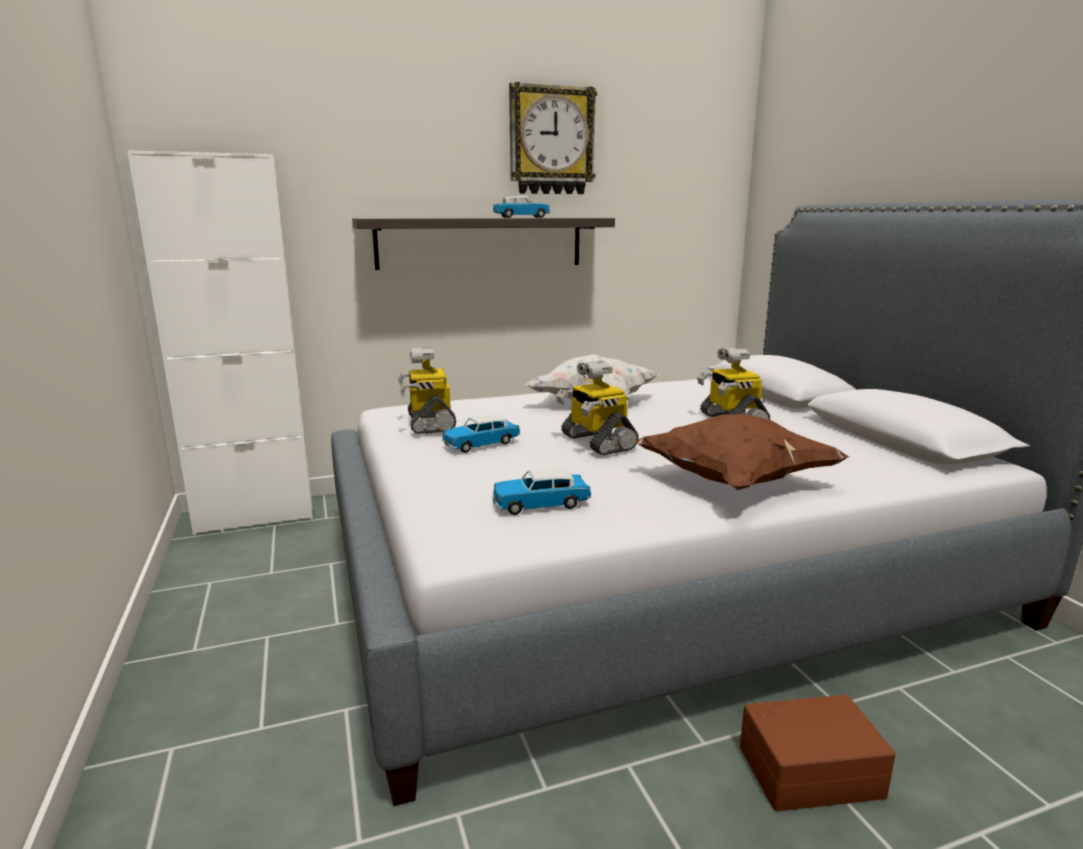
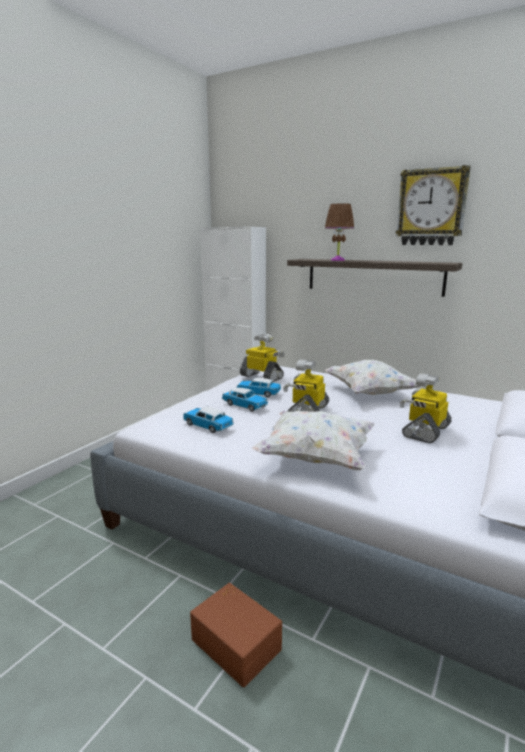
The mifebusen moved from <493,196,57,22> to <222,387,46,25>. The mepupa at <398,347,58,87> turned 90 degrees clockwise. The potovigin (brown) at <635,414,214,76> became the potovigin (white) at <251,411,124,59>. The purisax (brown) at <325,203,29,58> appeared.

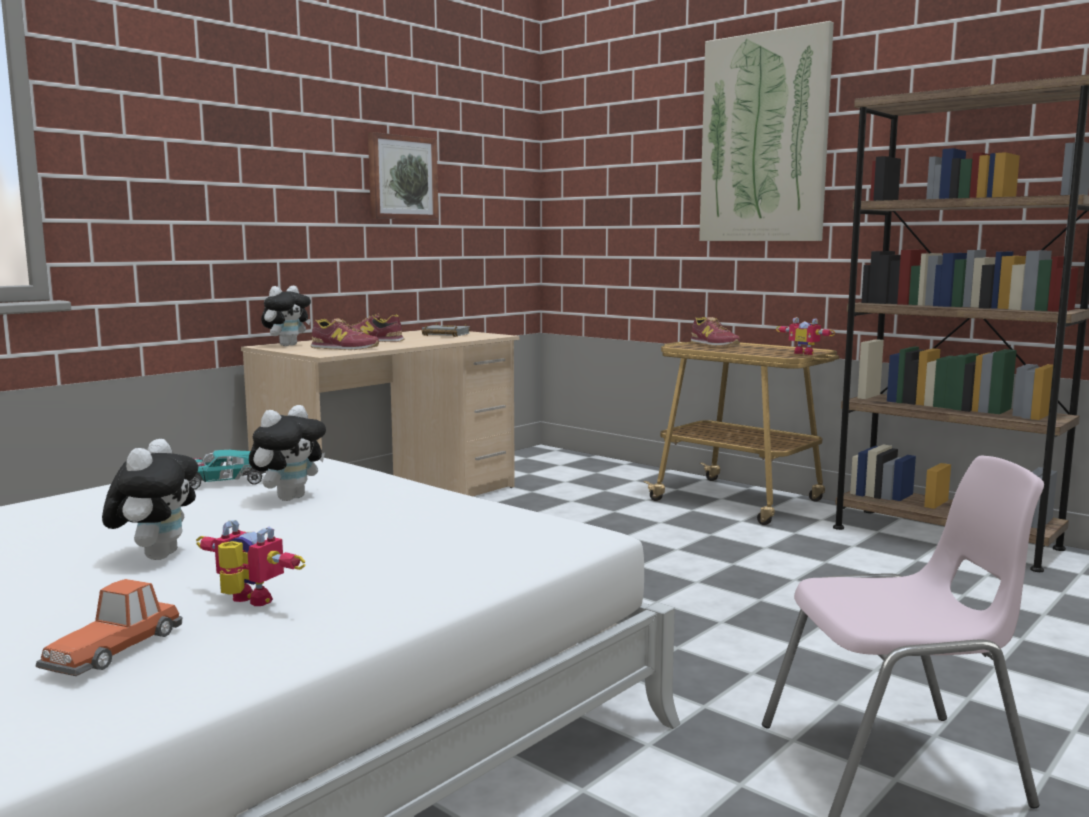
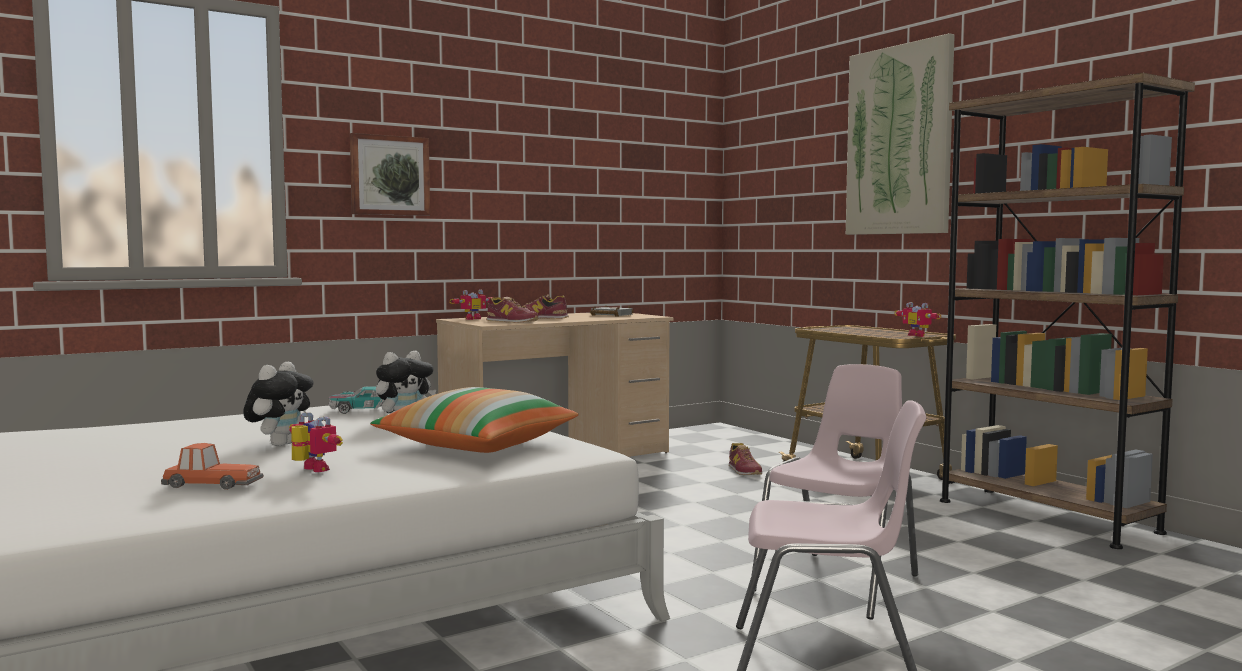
The mifebusen at <36,579,146,97> turned 120 degrees counterclockwise. The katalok moved from <368,132,70,88> to <350,133,80,83>. The potovigin at <371,387,207,66> appeared. The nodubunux at <261,285,50,61> was replaced by the mepupa at <449,289,46,31>. The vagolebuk moved from <691,317,49,29> to <729,443,33,32>. The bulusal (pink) at <752,364,166,256> appeared.

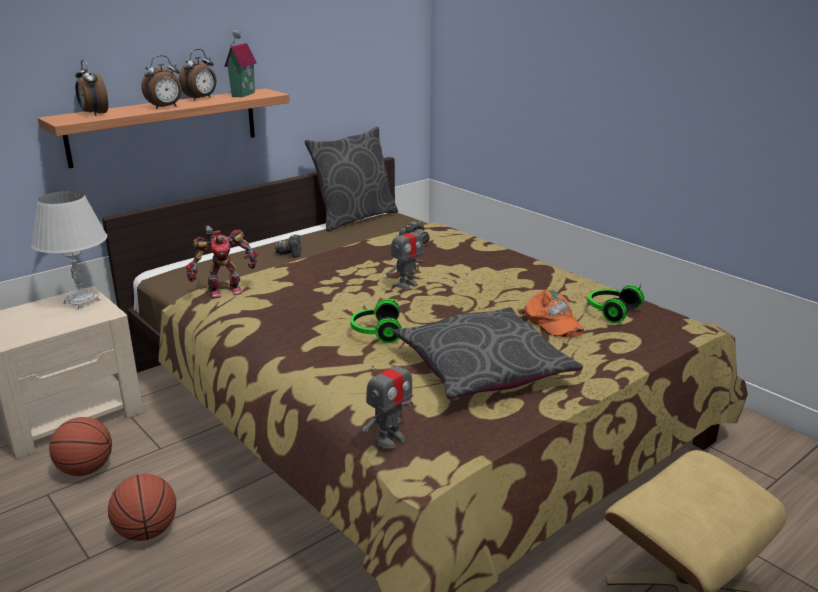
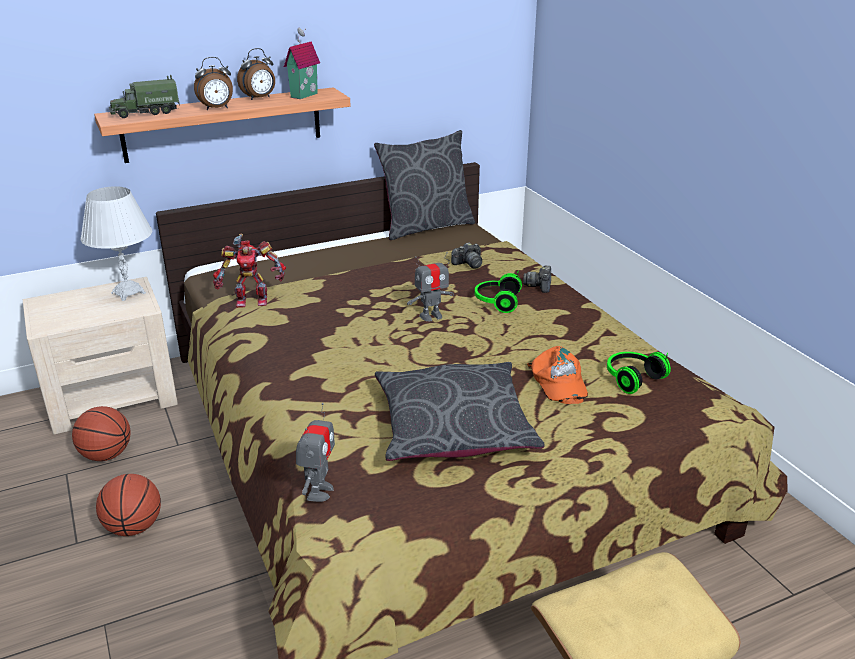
The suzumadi at <75,60,33,56> was replaced by the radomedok at <109,75,71,43>. The mepupa at <362,350,51,98> turned 45 degrees counterclockwise. The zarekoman moved from <350,295,52,48> to <475,272,47,41>. The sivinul moved from <275,235,27,23> to <523,266,28,27>.

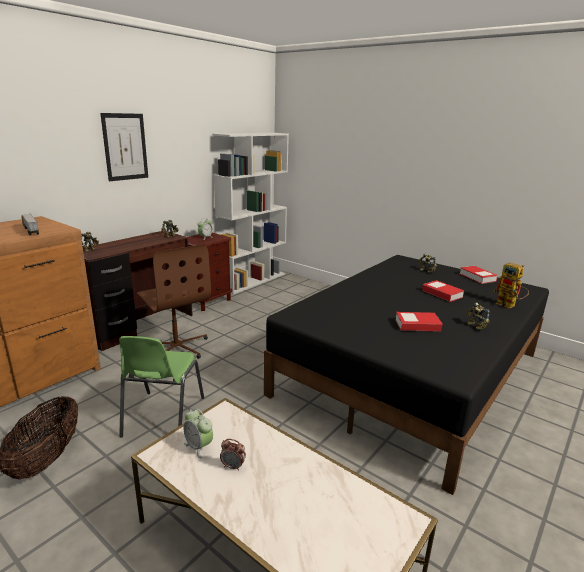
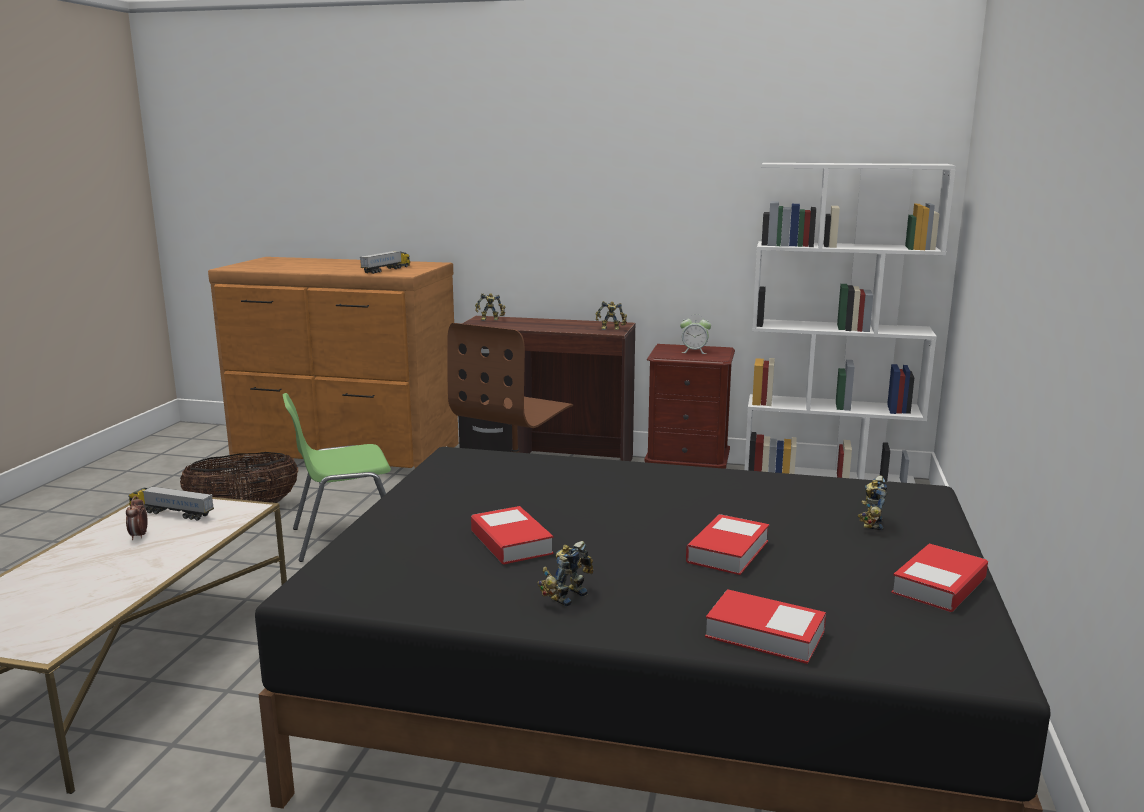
The suzumadi at <184,409,29,50> was replaced by the radomedok at <128,486,86,35>. The mepupa at <494,263,35,46> was replaced by the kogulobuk at <705,589,121,75>. The katalok at <100,113,48,68> disappeared.

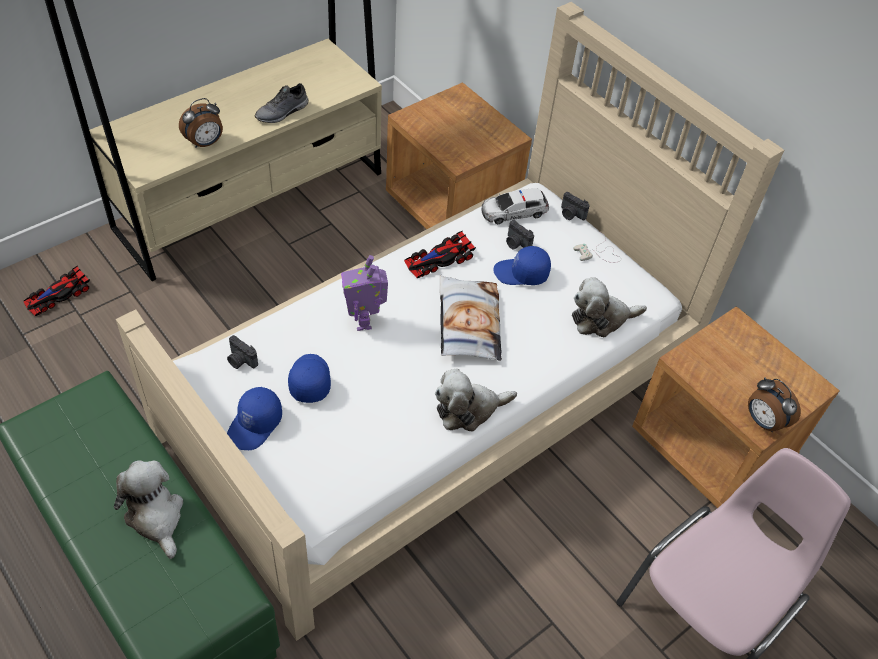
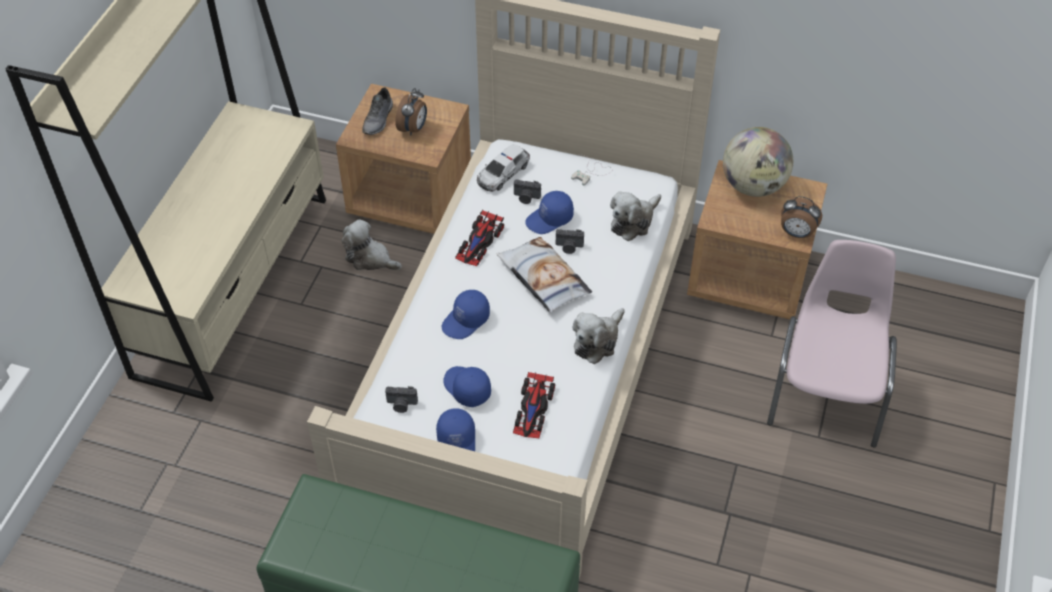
The nodubunux moved from <114,460,69,99> to <341,219,61,51>. The vagolebuk (grey) moved from <255,83,54,40> to <362,87,31,48>. The suzumadi moved from <179,98,44,50> to <395,88,32,48>. The mepupa at <341,255,47,76> was replaced by the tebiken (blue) at <441,290,49,49>. The mifebusen moved from <24,266,66,50> to <513,371,42,67>. The sivinul moved from <561,192,29,28> to <556,229,28,25>. The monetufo at <723,127,70,70> appeared.

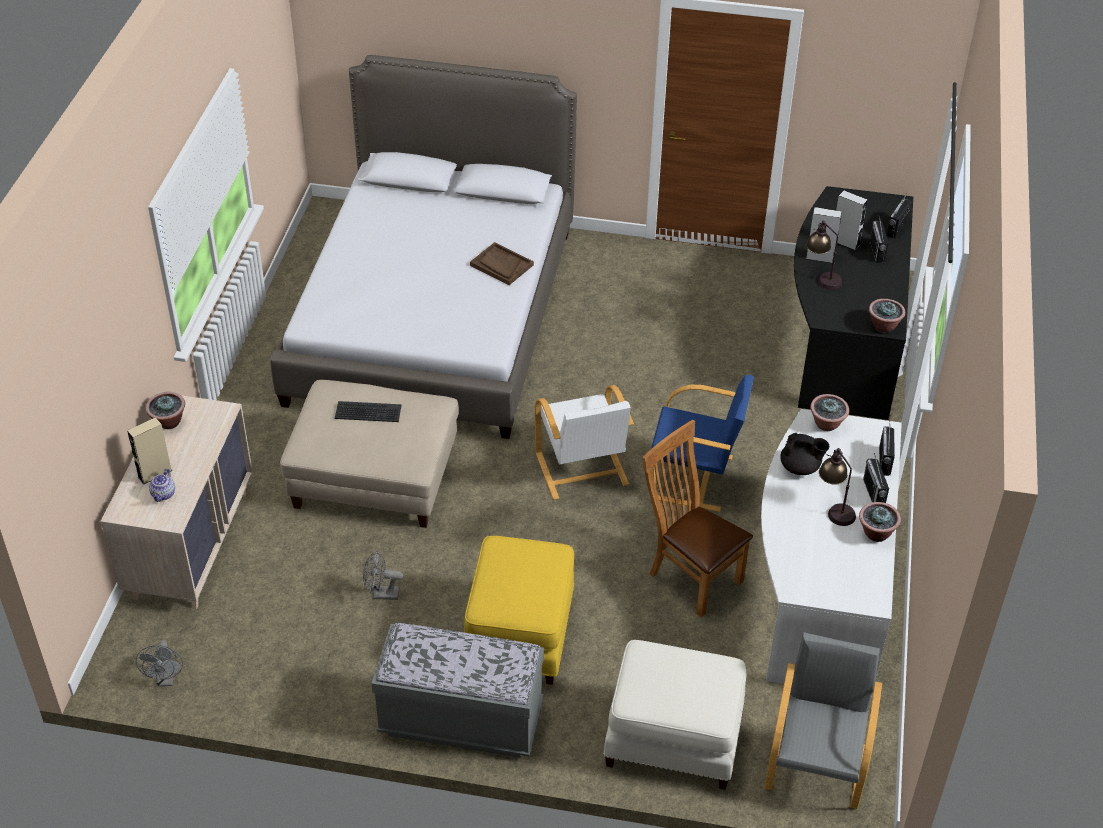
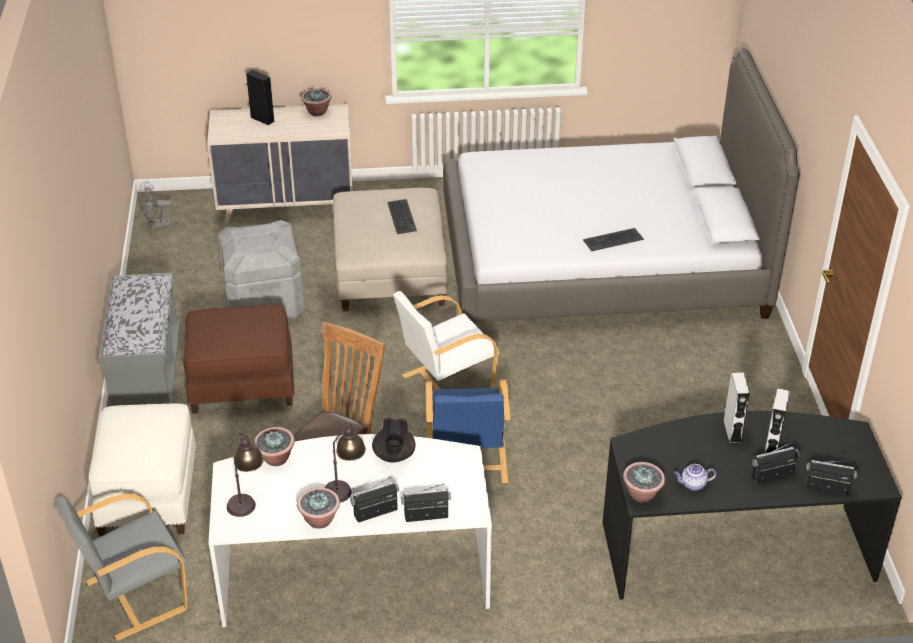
The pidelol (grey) at <765,632,117,177> turned 150 degrees clockwise. The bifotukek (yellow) at <464,536,110,149> became the bifotukek (brown) at <184,304,111,110>. The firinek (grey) at <363,550,40,50> was replaced by the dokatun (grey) at <218,220,86,99>. The purisax moved from <806,221,36,69> to <227,434,37,83>. The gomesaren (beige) at <127,417,45,68> became the gomesaren (black) at <246,70,29,55>. The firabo moved from <810,394,39,37> to <254,427,41,39>. The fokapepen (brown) at <470,242,64,43> was replaced by the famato at <583,228,61,23>. The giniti moved from <149,468,26,34> to <674,464,42,27>.

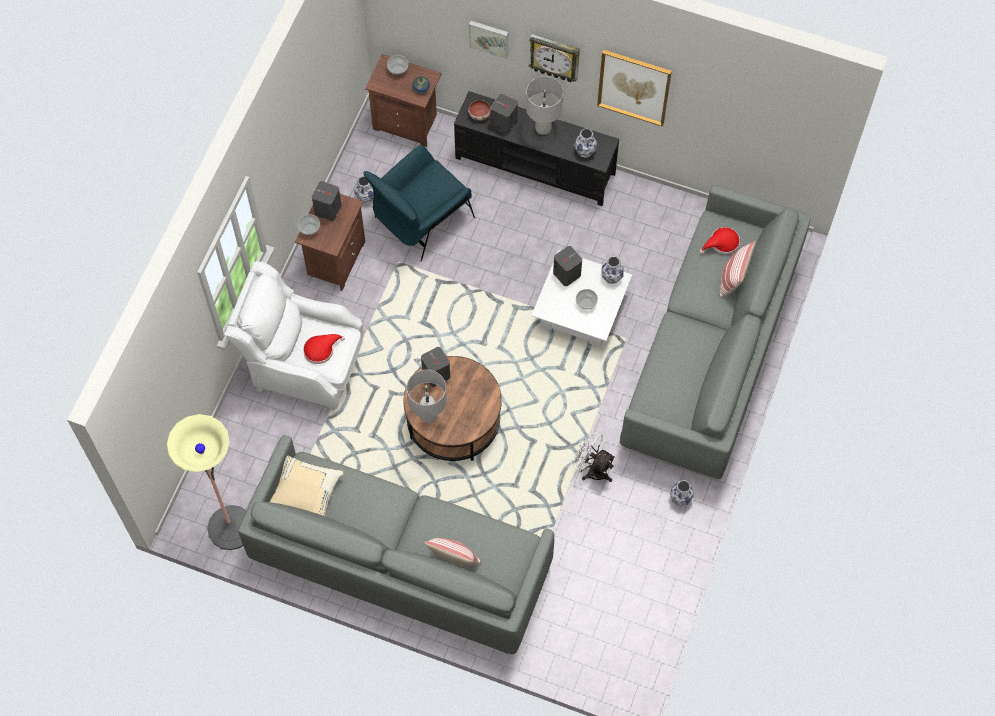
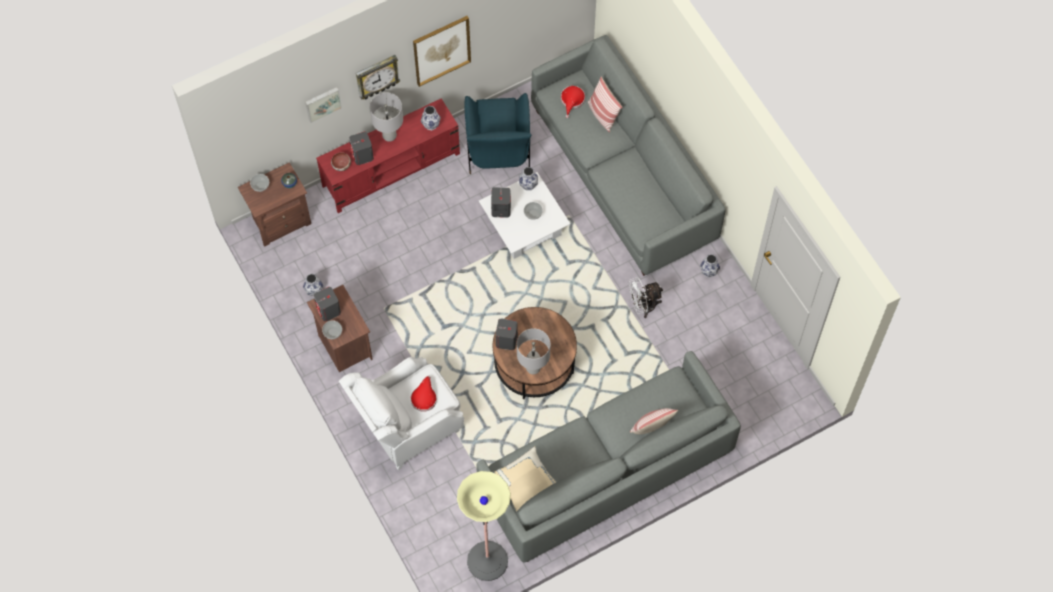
The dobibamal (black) at <454,91,165,115> became the dobibamal (red) at <316,98,144,115>. The pidelol (blue) moved from <364,145,111,117> to <464,93,67,81>.

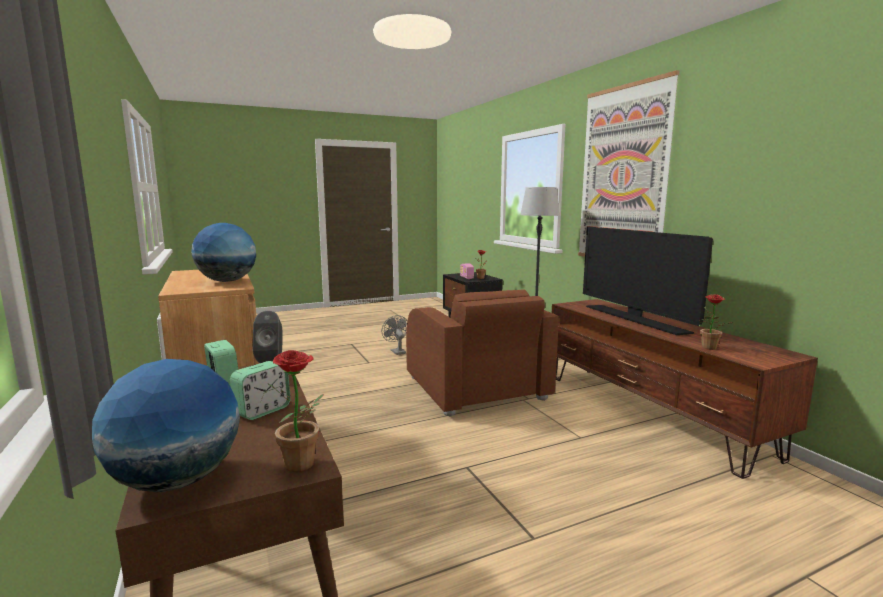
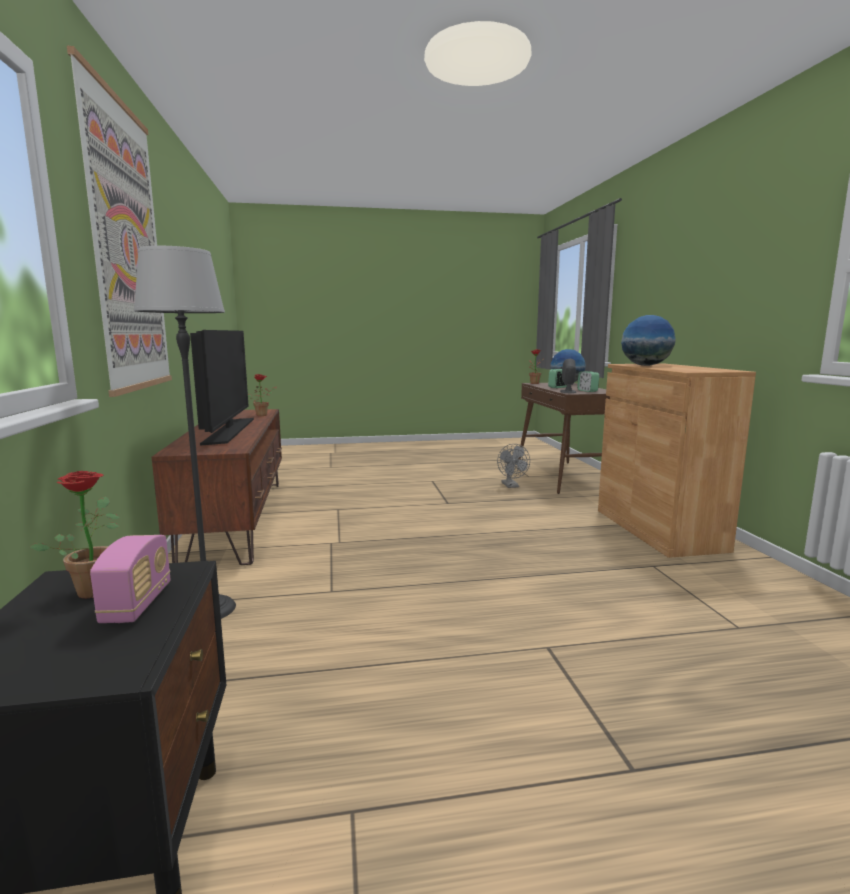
The firinek (grey) moved from <382,315,25,40> to <497,444,33,44>. The pidelol (brown) at <406,290,153,127> disappeared.

